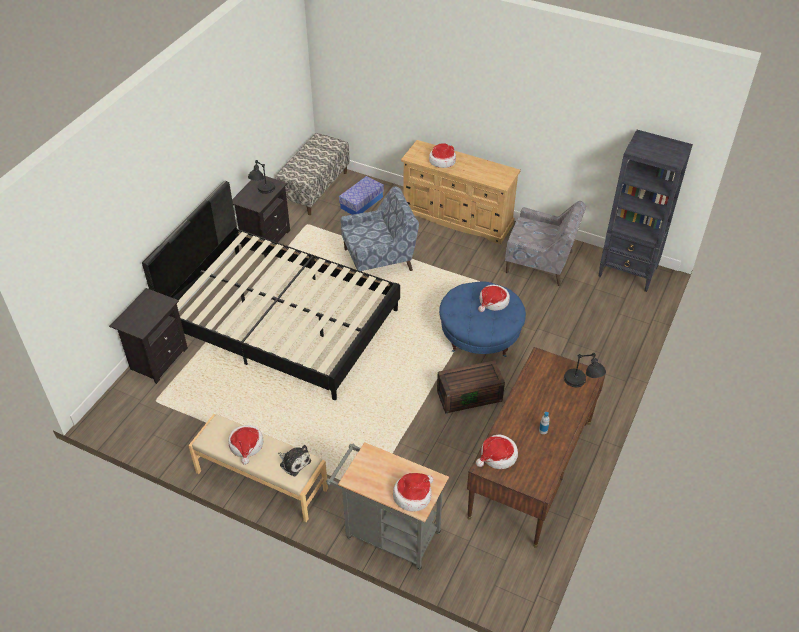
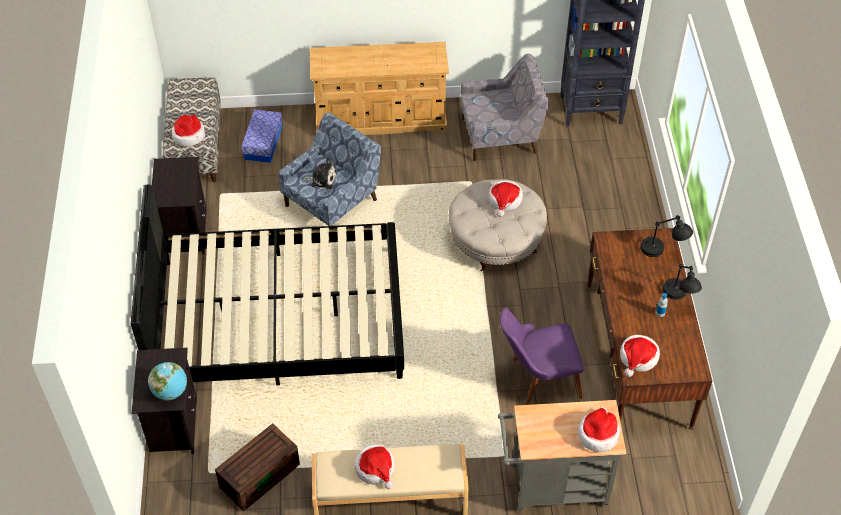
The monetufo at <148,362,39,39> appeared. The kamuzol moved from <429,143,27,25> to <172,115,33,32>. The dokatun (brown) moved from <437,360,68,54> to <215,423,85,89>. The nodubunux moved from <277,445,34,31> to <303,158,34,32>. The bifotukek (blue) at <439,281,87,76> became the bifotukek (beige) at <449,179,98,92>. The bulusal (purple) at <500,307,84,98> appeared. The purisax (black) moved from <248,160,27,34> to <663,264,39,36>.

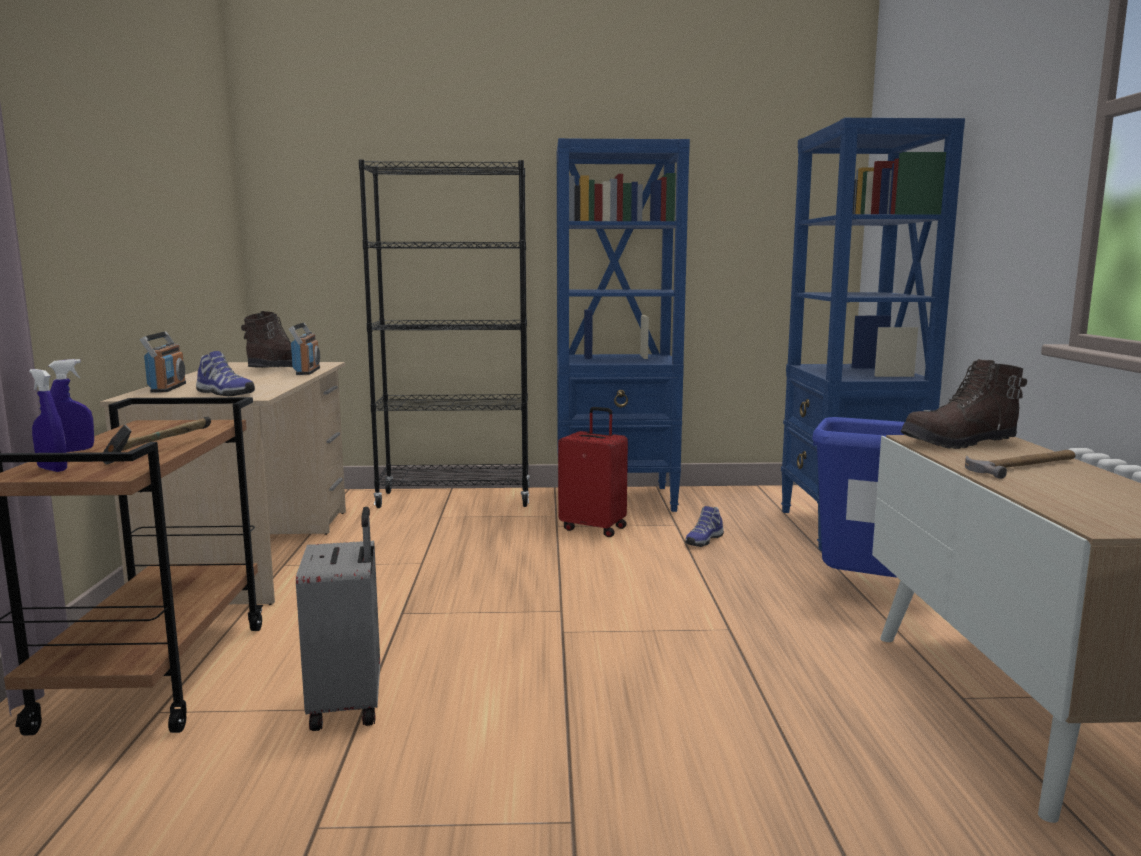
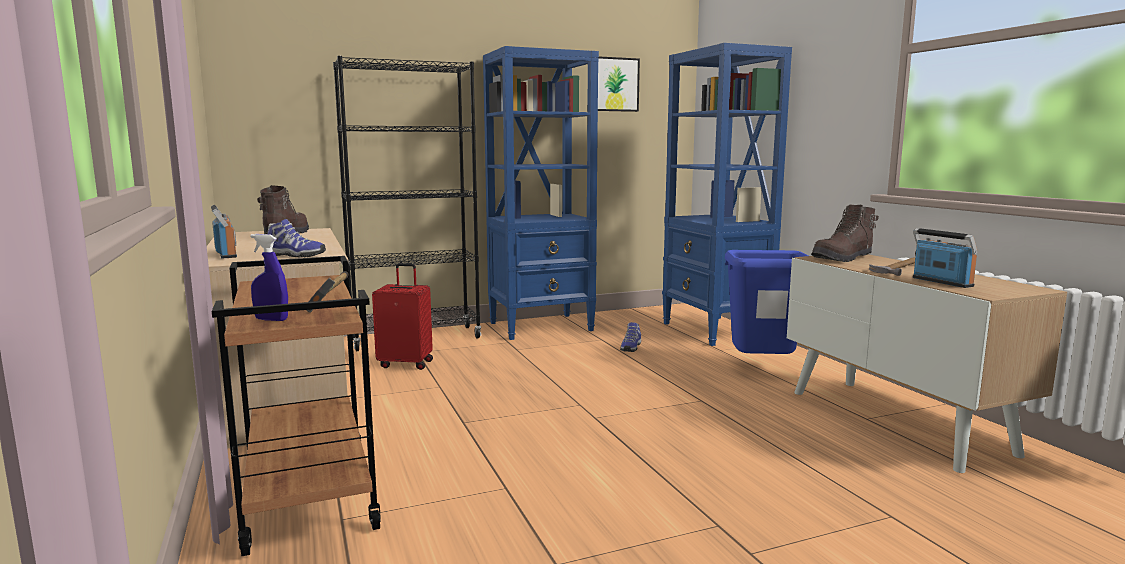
The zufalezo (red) moved from <558,407,70,130> to <372,263,61,107>. The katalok at <598,57,42,55> appeared. The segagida moved from <289,323,31,52> to <913,228,65,60>. The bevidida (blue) at <48,359,46,93> disappeared. The zufalezo (grey) at <296,507,84,224> disappeared.

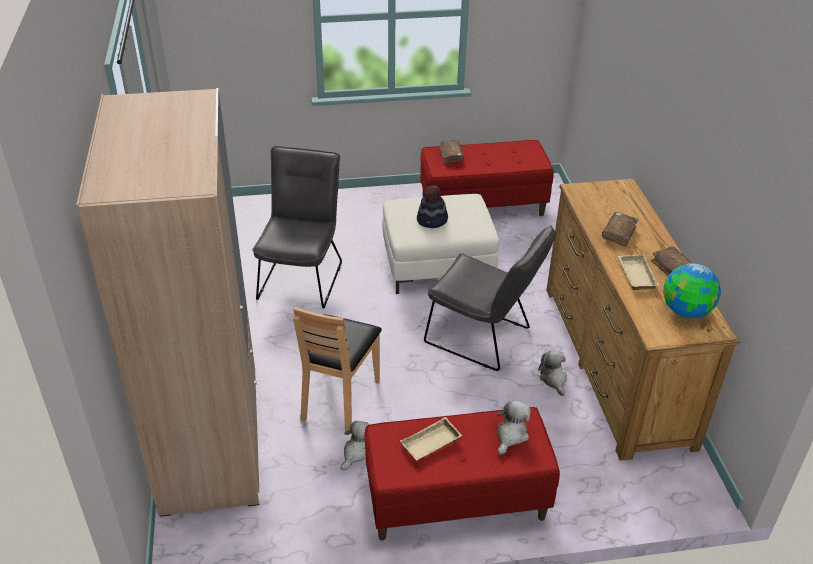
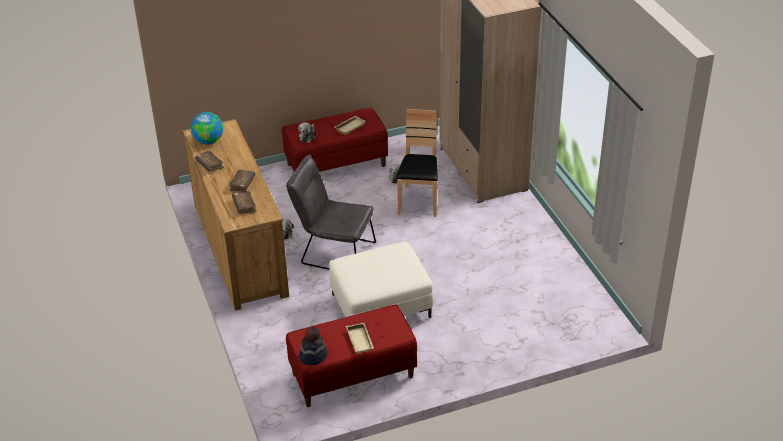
The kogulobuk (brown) moved from <439,140,25,24> to <232,191,25,23>. The kamuzol moved from <417,185,31,43> to <299,327,28,38>. The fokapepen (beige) moved from <618,254,41,36> to <346,323,28,31>. The bulusal (grey) at <252,146,90,162> disappeared.

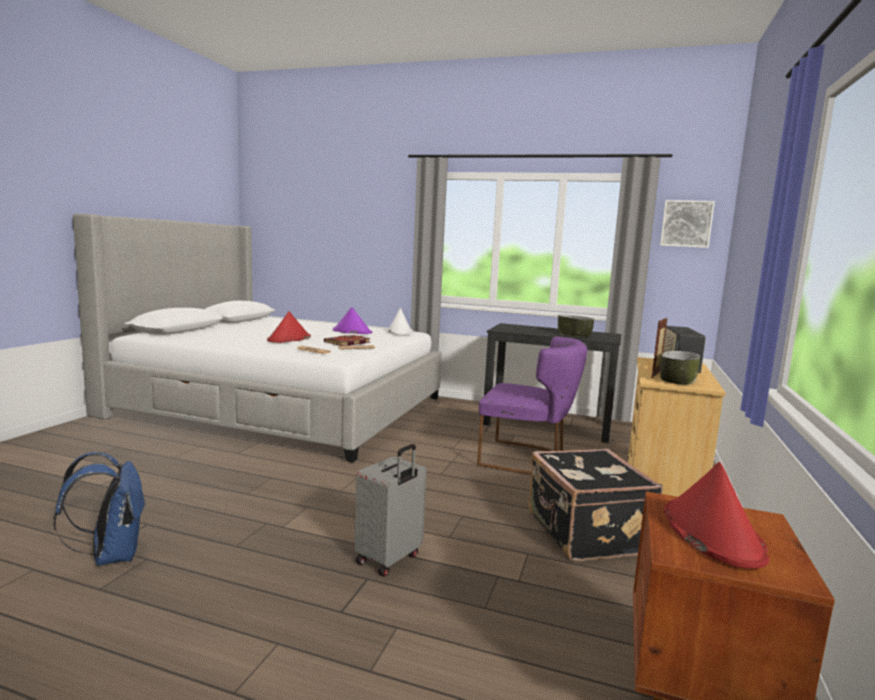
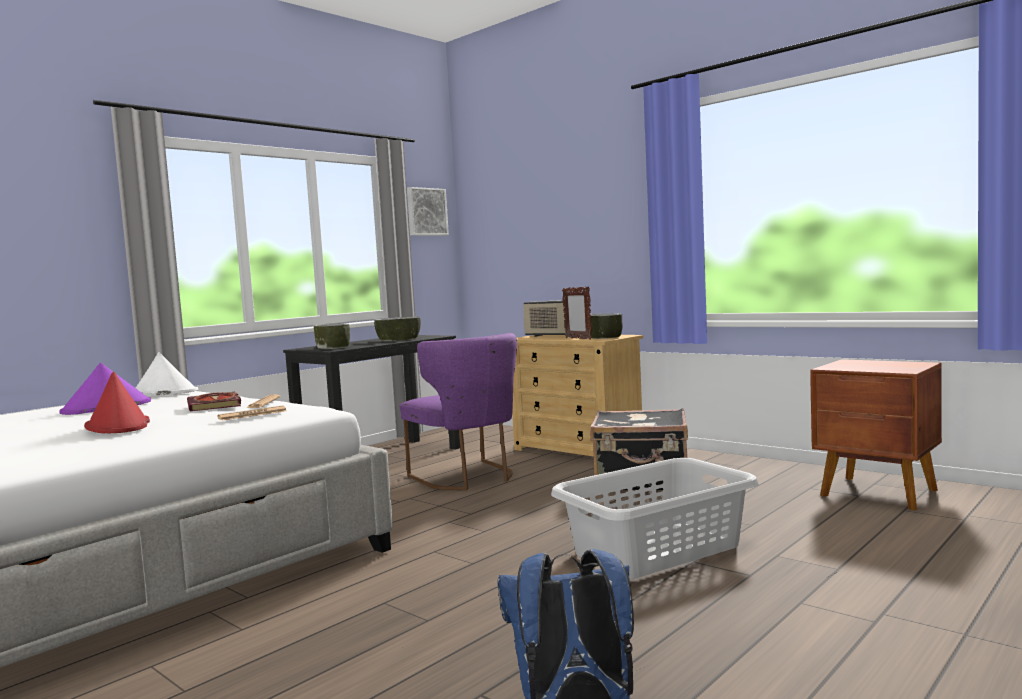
The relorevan at <314,323,36,26> appeared. The bulusal (purple) at <477,337,110,137> turned 105 degrees clockwise. The zufalezo (grey) at <355,444,71,133> was replaced by the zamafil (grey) at <551,458,208,121>. The kamuzol (red) at <664,462,106,107> disappeared.

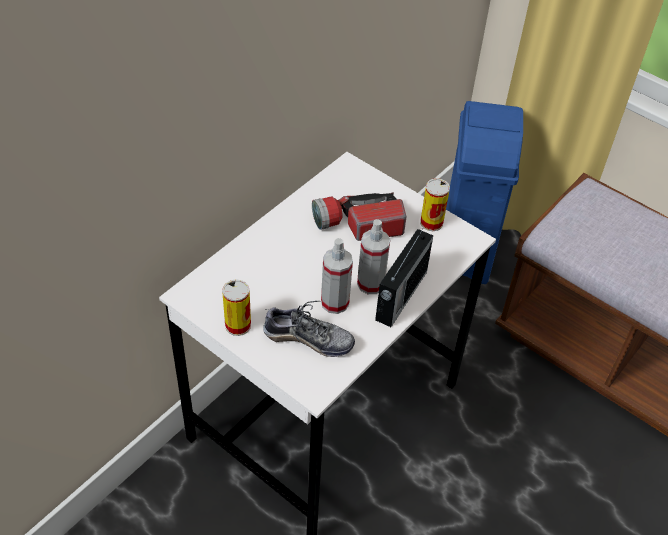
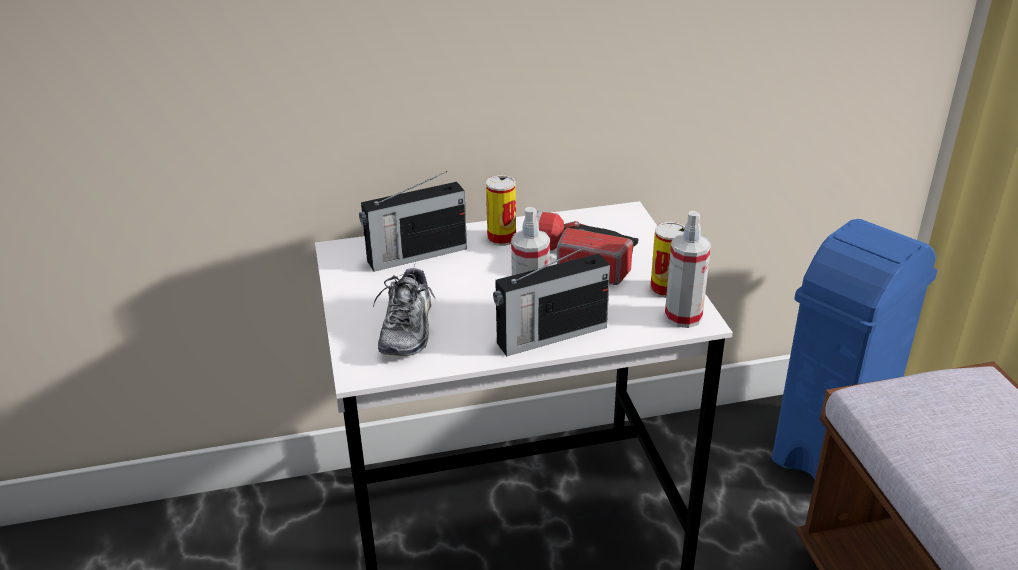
The segagida at <359,171,108,101> appeared. The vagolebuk at <263,301,92,56> turned 45 degrees clockwise. The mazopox moved from <222,279,29,57> to <486,175,30,71>. The bevidida moved from <321,238,32,76> to <665,211,46,117>.

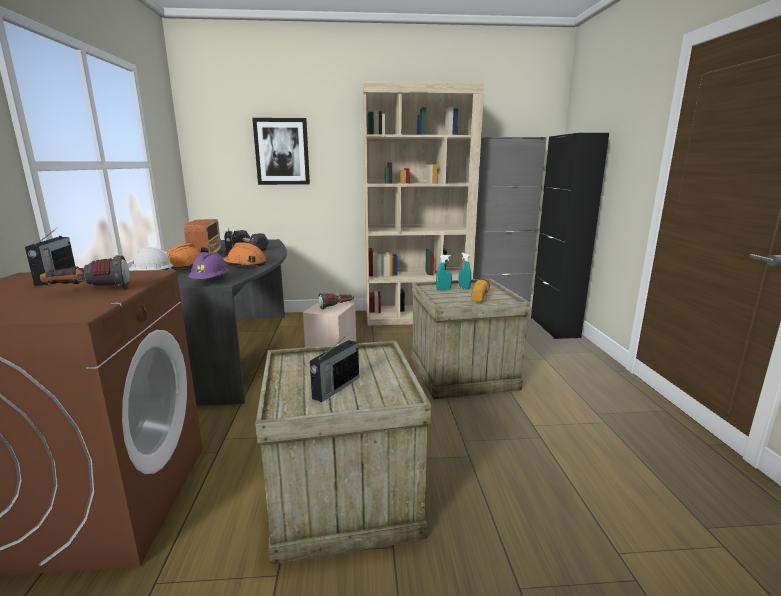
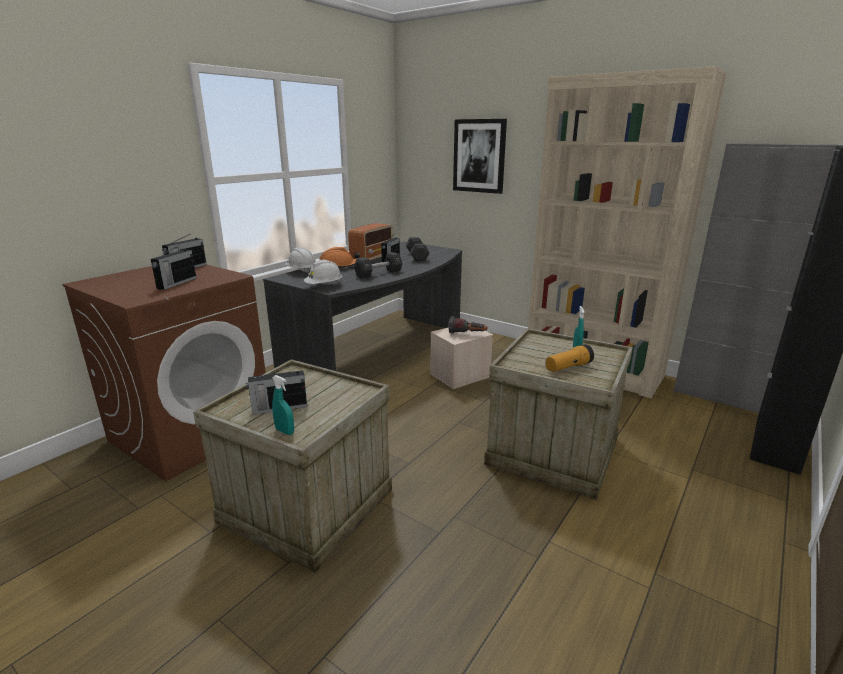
The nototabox at <40,255,90,33> was replaced by the segagida at <151,242,45,48>. The bevidida (turquoise) moved from <436,255,16,35> to <272,375,22,60>. The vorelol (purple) at <188,252,41,27> became the vorelol (white) at <304,260,38,24>. The vorelol (orange) at <221,242,45,25> was replaced by the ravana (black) at <354,252,49,27>.

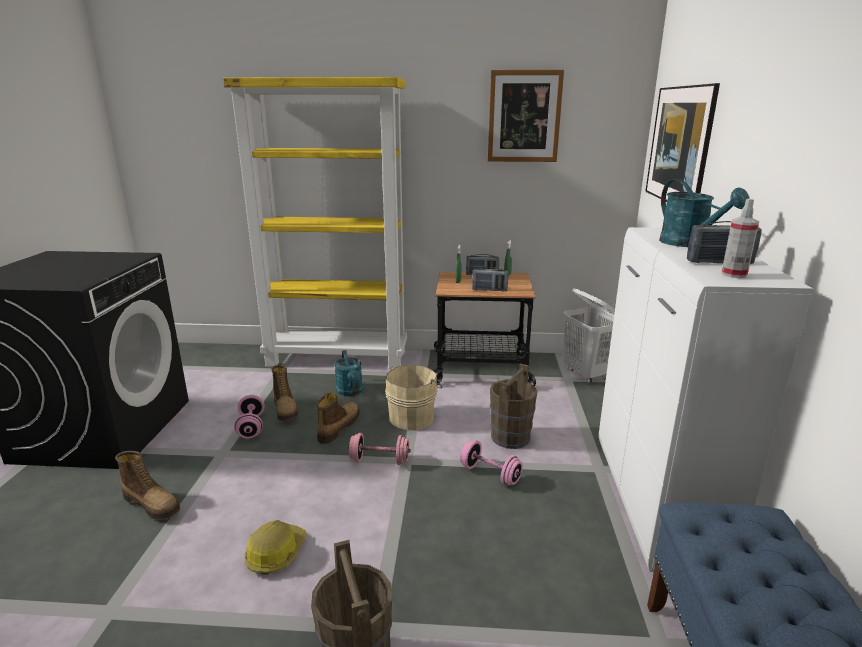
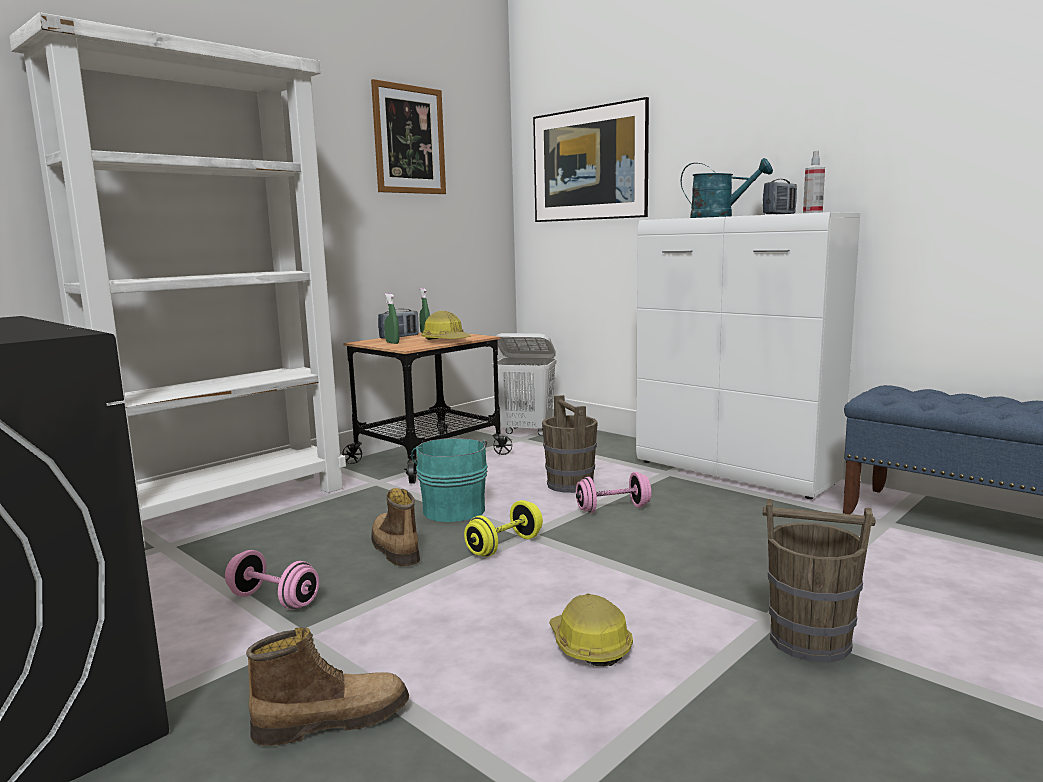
The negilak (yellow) at <223,77,184,293> became the negilak (white) at <9,12,337,536>. The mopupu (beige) at <385,365,57,65> became the mopupu (turquoise) at <411,438,77,84>. The segagida at <472,267,37,25> was replaced by the vorelol at <421,311,50,29>. The ravana (pink) at <348,433,63,32> became the ravana (yellow) at <464,500,79,57>. The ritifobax at <272,365,26,56> disappeared. The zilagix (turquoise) at <334,350,29,46> disappeared.

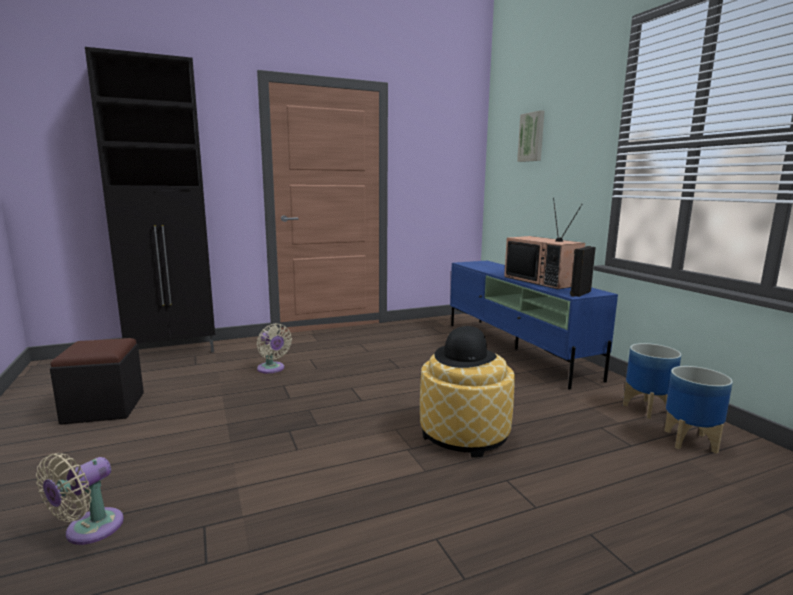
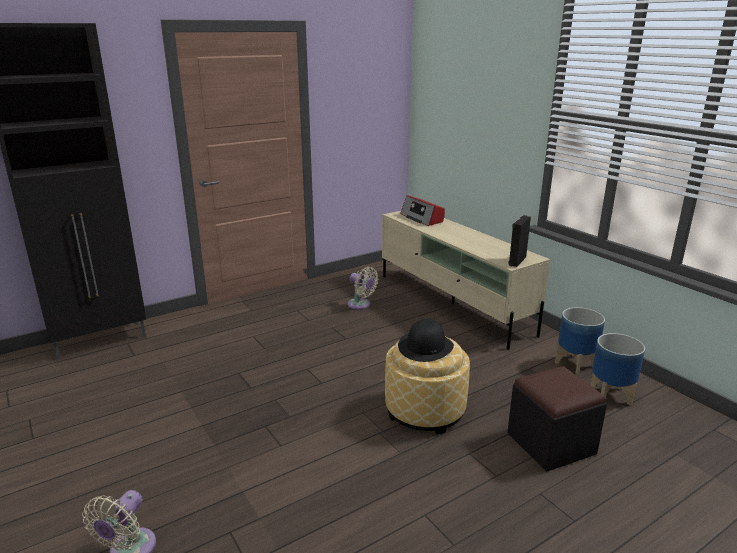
The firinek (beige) moved from <257,323,35,51> to <347,267,32,43>. The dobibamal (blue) at <450,261,168,129> became the dobibamal (beige) at <382,211,168,139>. The segagida at <400,195,45,31> appeared. The bifotukek (black) moved from <50,338,94,87> to <507,366,100,106>. The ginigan at <504,198,81,91> disappeared. The katalok at <517,110,27,52> disappeared.

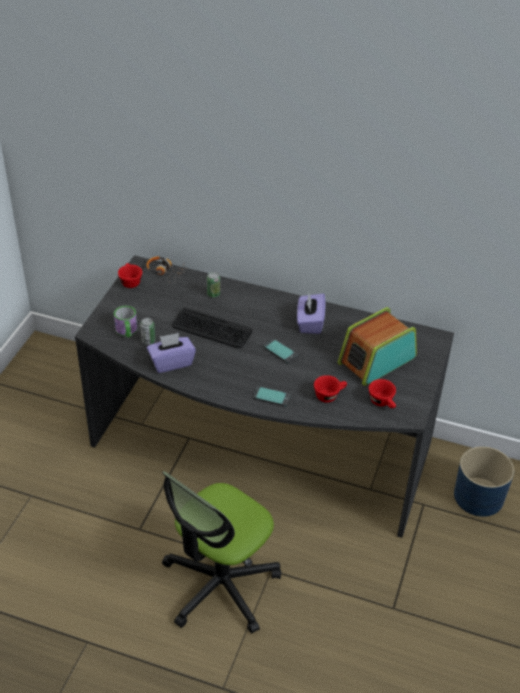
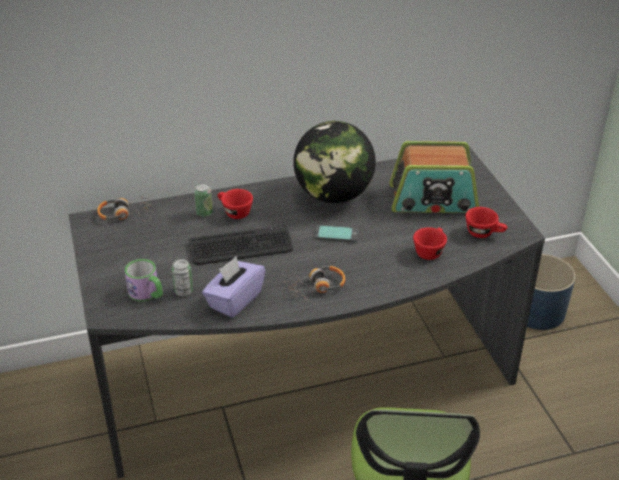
The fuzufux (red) moved from <118,263,24,25> to <218,189,35,30>. The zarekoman at <282,266,63,35> appeared. The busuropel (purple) at <297,294,29,40> was replaced by the monetufo at <293,121,83,82>. The segagida at <338,307,79,79> turned 105 degrees counterclockwise. The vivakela at <253,386,38,21> disappeared.

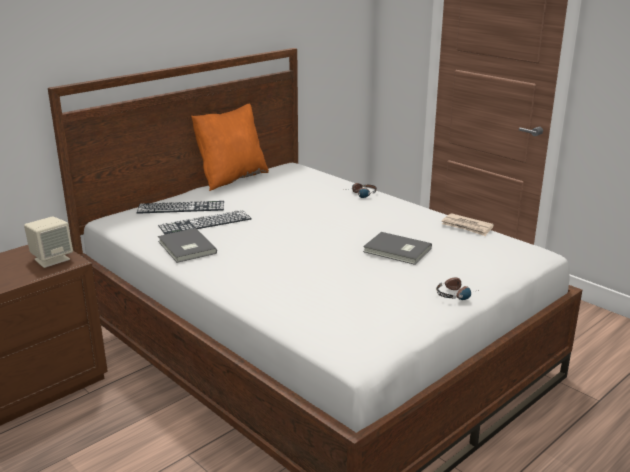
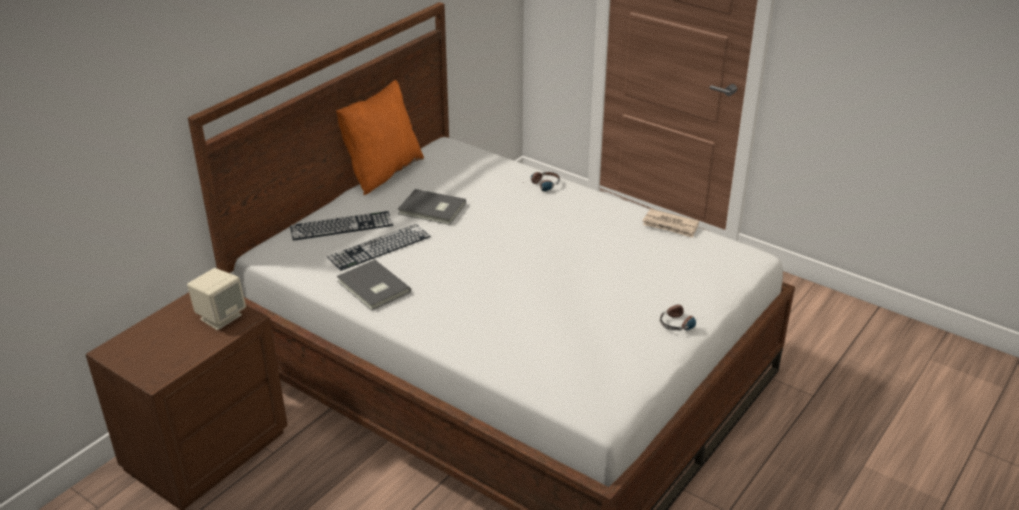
The kogulobuk (grey) moved from <363,232,69,33> to <398,189,68,36>.

